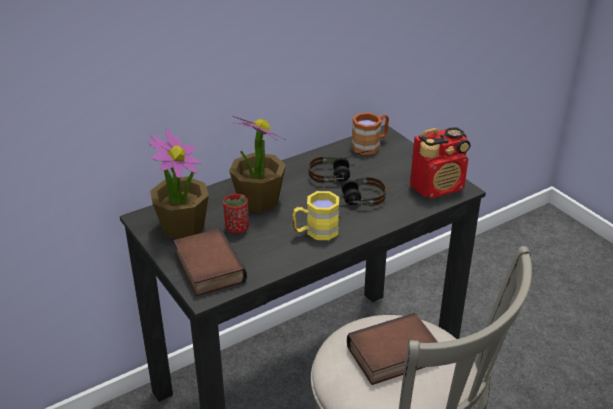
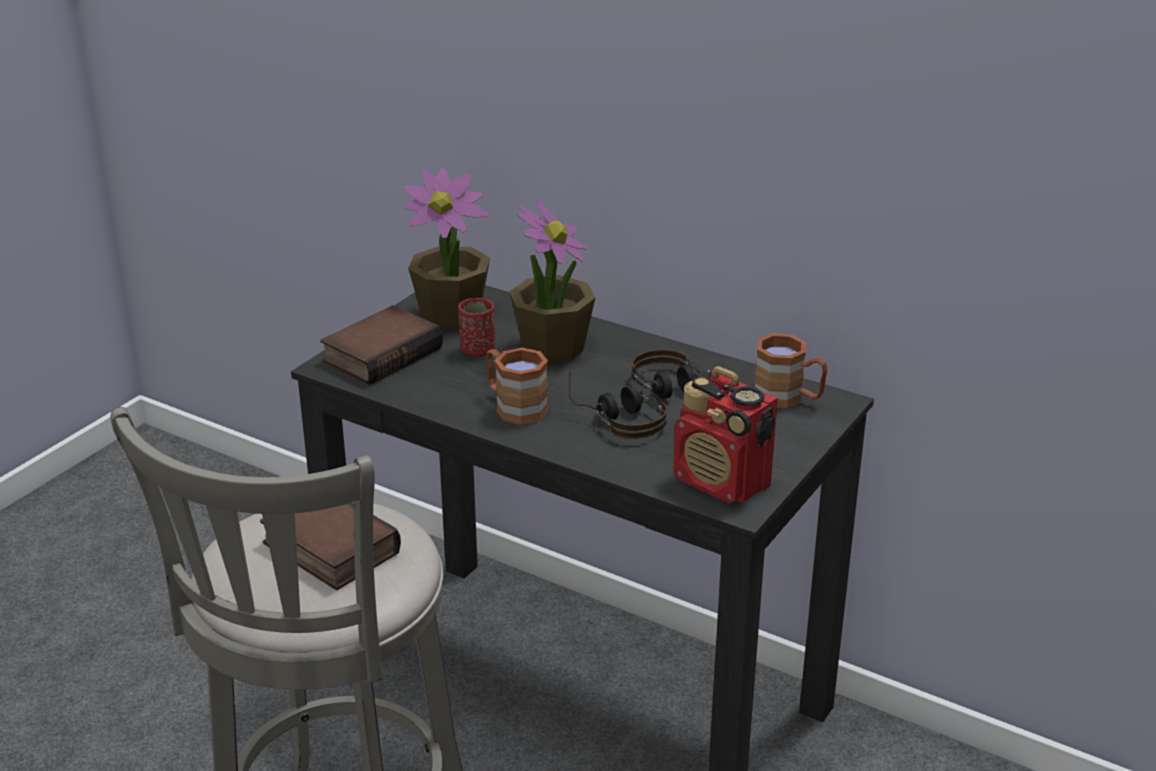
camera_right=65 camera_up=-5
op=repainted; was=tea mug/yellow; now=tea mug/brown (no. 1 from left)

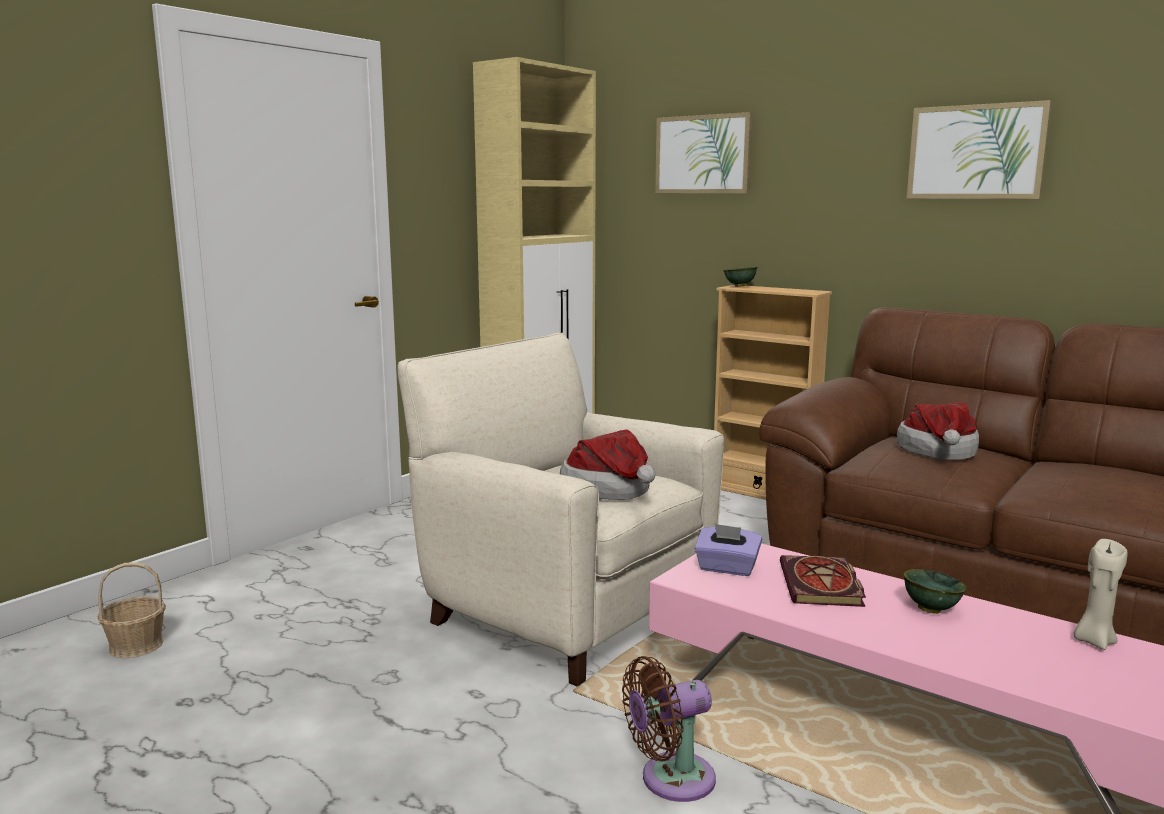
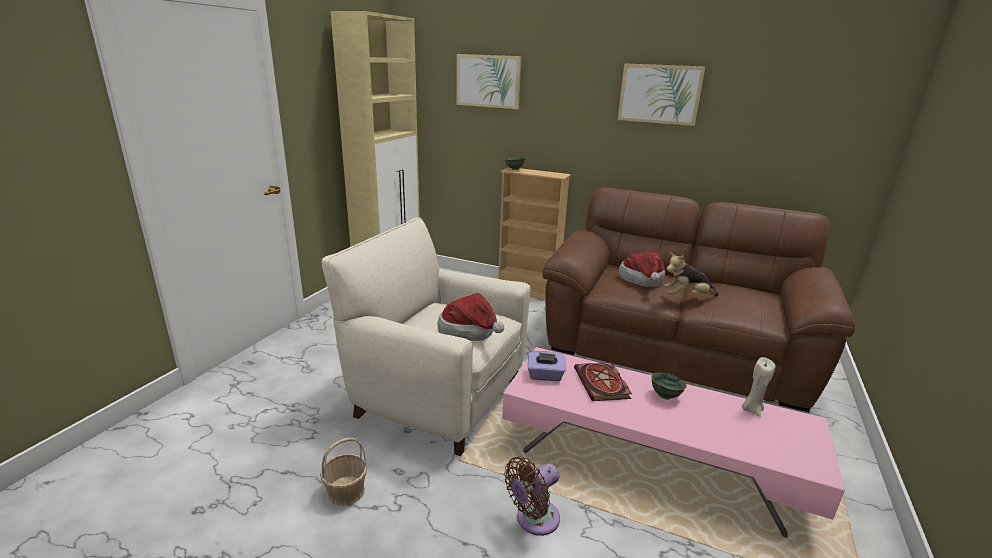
camera_right=-15 camera_up=10
op=new; now=cuddly toy
op=shifted; was=storage basket

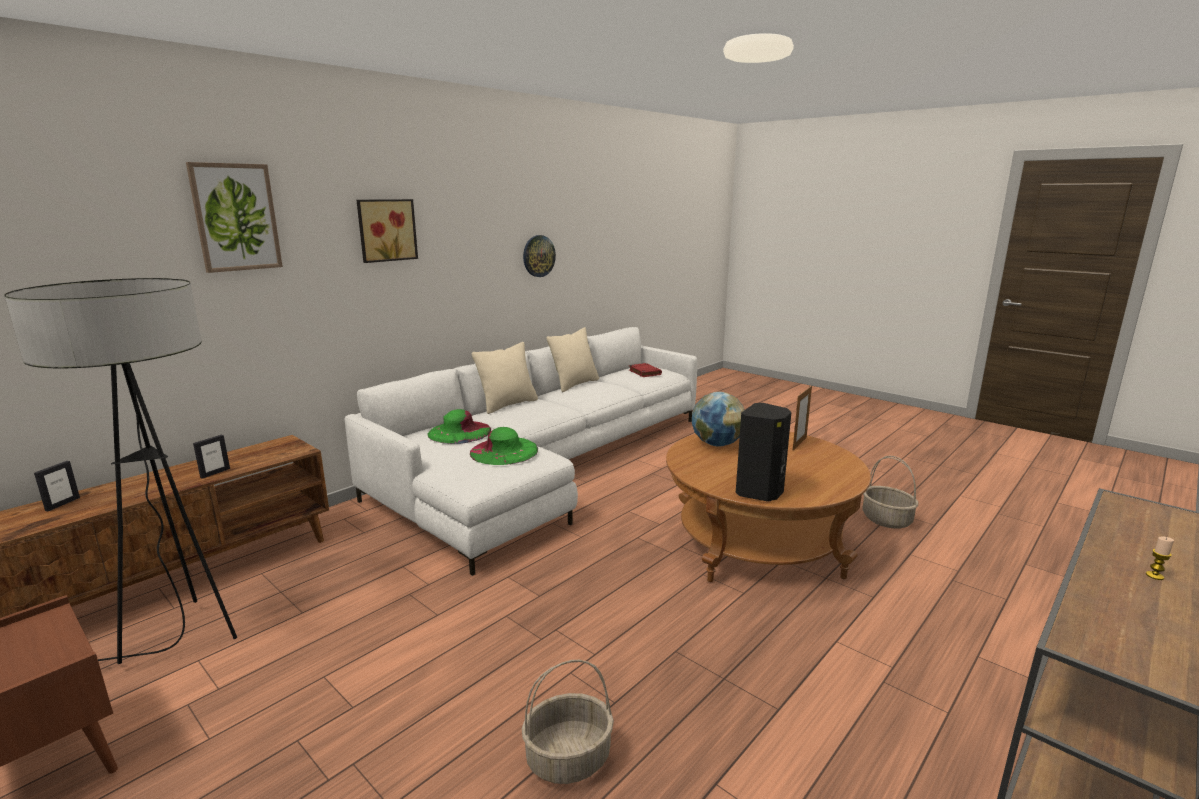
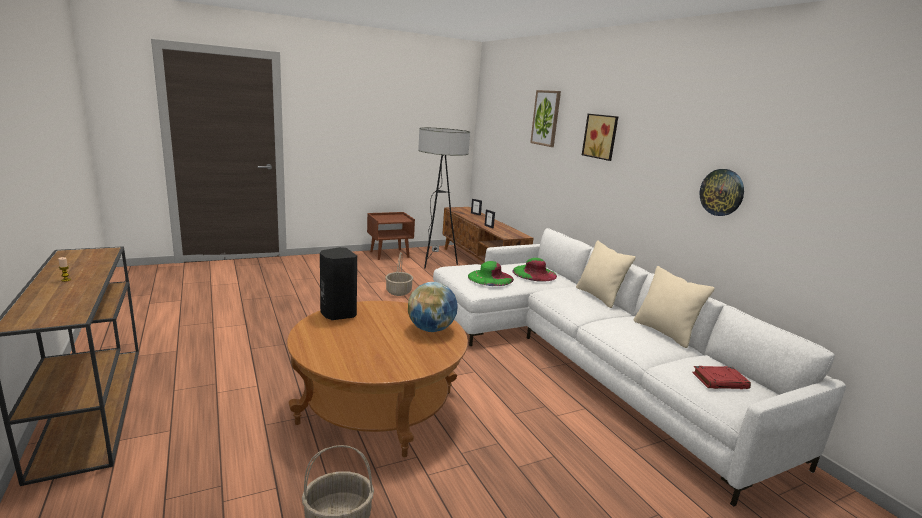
camera_right=110 camera_up=0
op=gone; was=standing frame (no. 3 from left)
op=shifted; was=storage basket (no. 1 from left in the first image); now=storage basket (no. 2 from left)

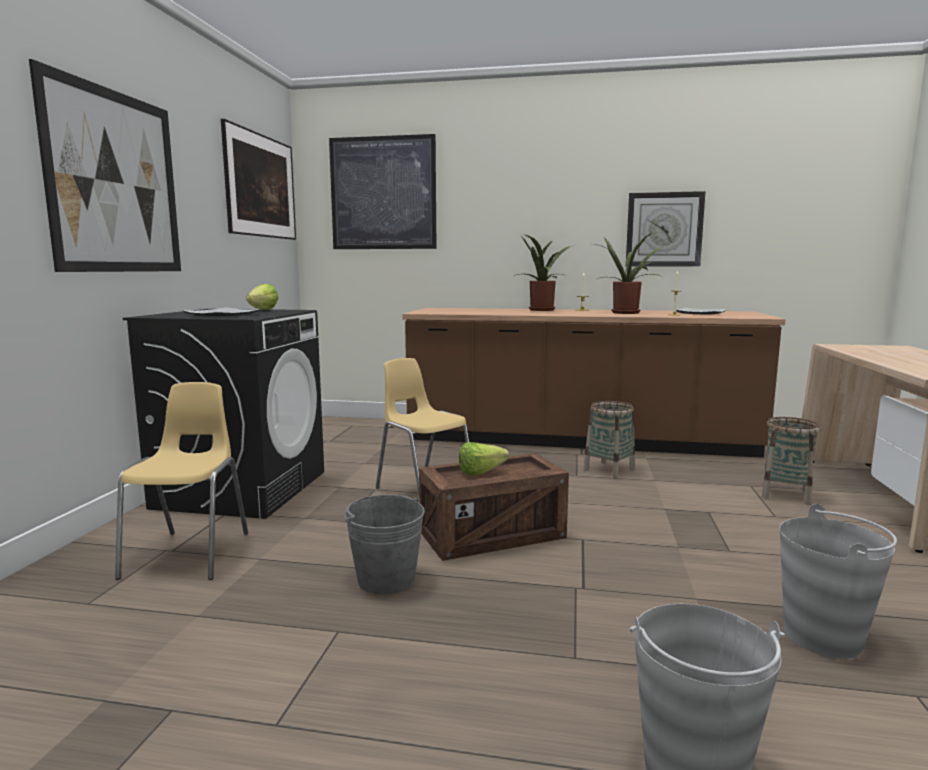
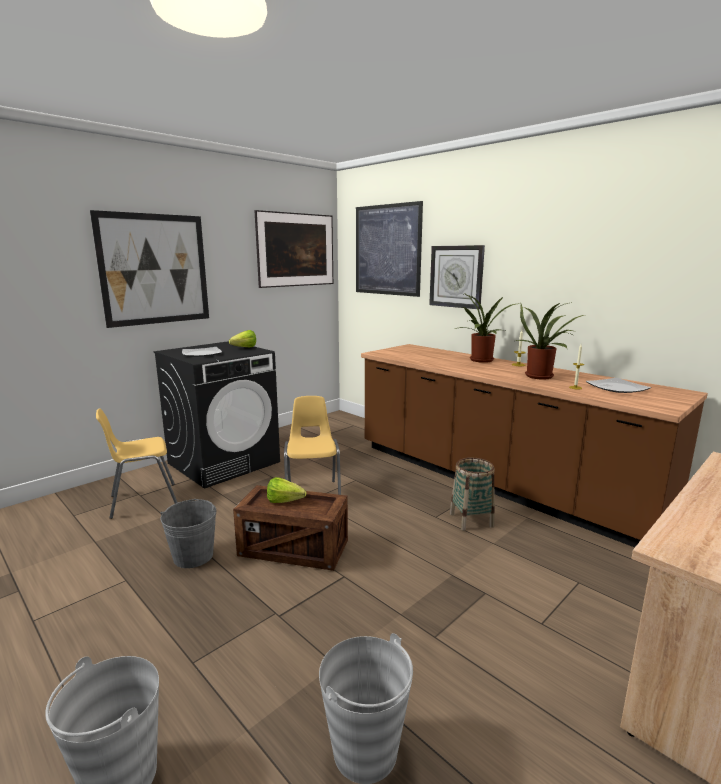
camera_right=35 camera_up=5
op=gone; was=storage basket (no. 2 from left)
op=shifted; was=clock on the wall
op=rotated; was=upright chair/yellow (no. 1 from left); clockwise=-150

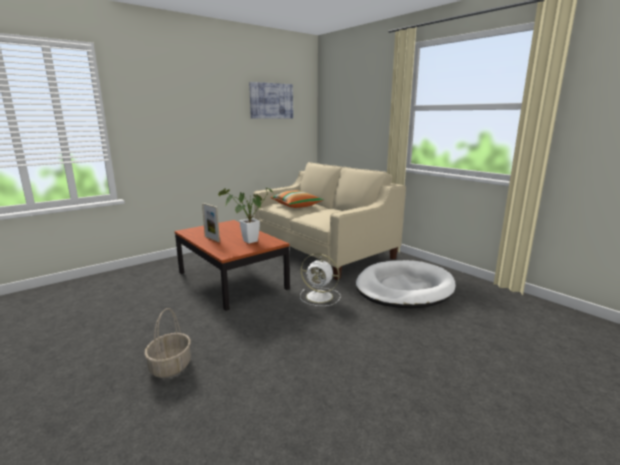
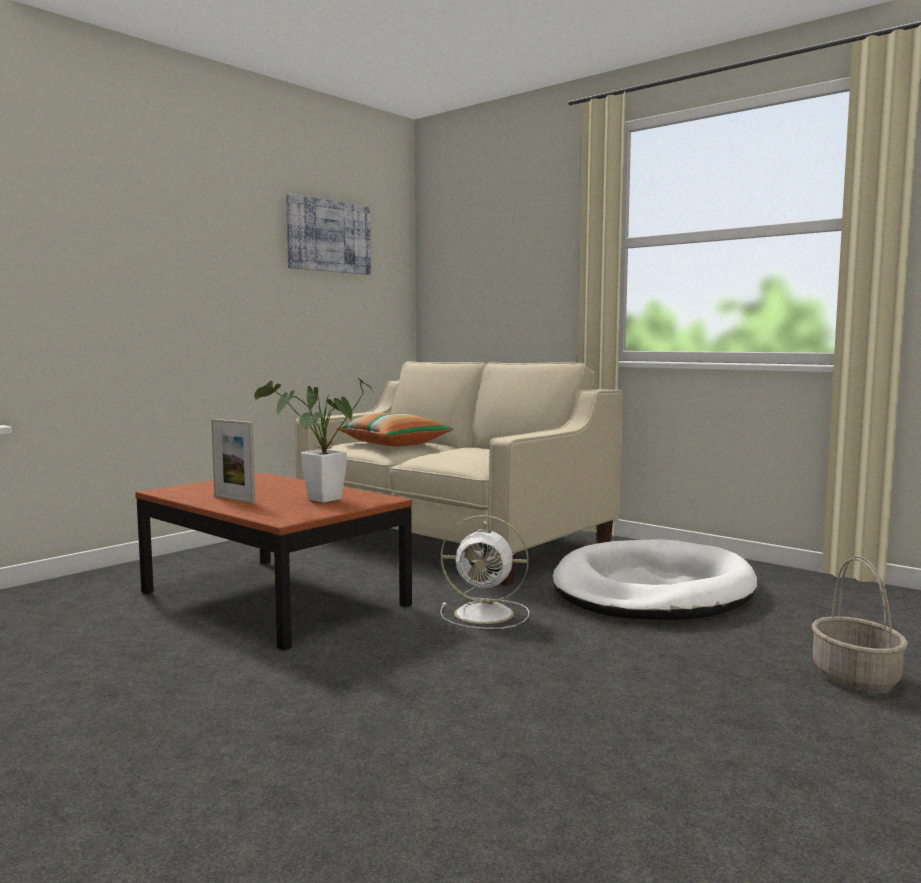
camera_right=-10 camera_up=-10
op=shifted; was=storage basket

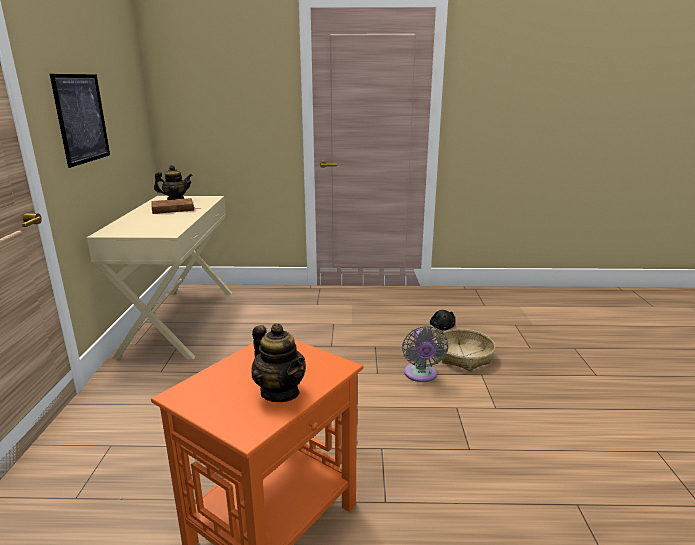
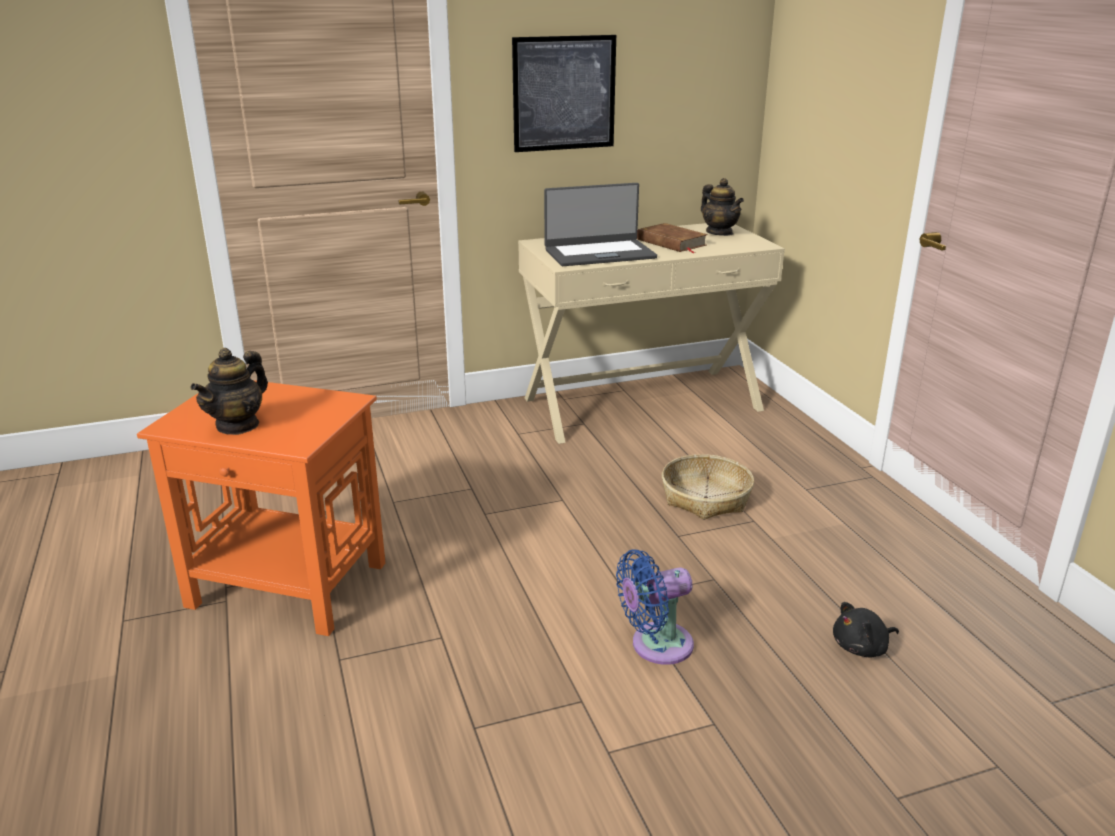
camera_right=70 camera_up=5
op=new; now=notebook computer
op=shifted; was=storage basket
op=repainted; was=electric fan/gray; now=electric fan/bluish

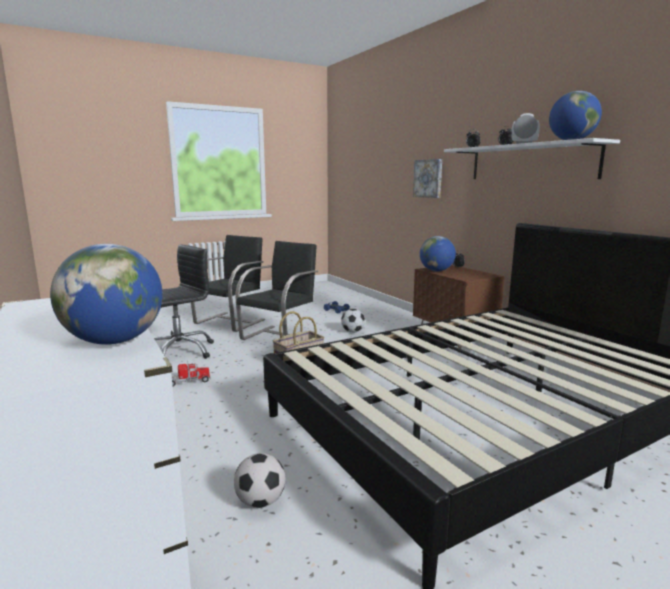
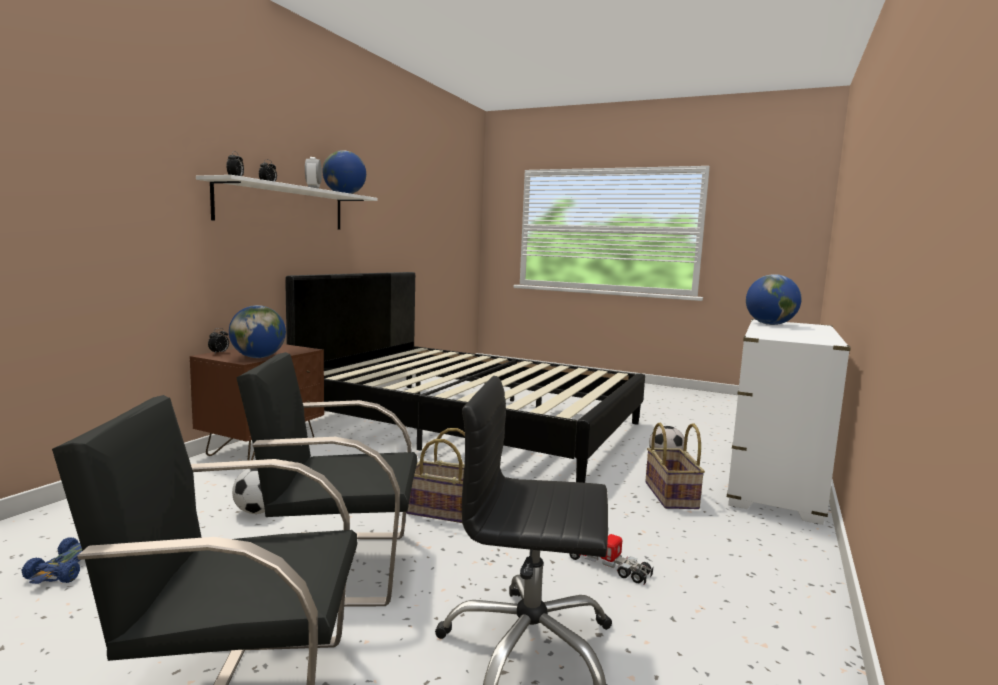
camera_right=-125 camera_up=-5
op=gone; was=picture
op=new; now=storage basket (no. 2 from left)

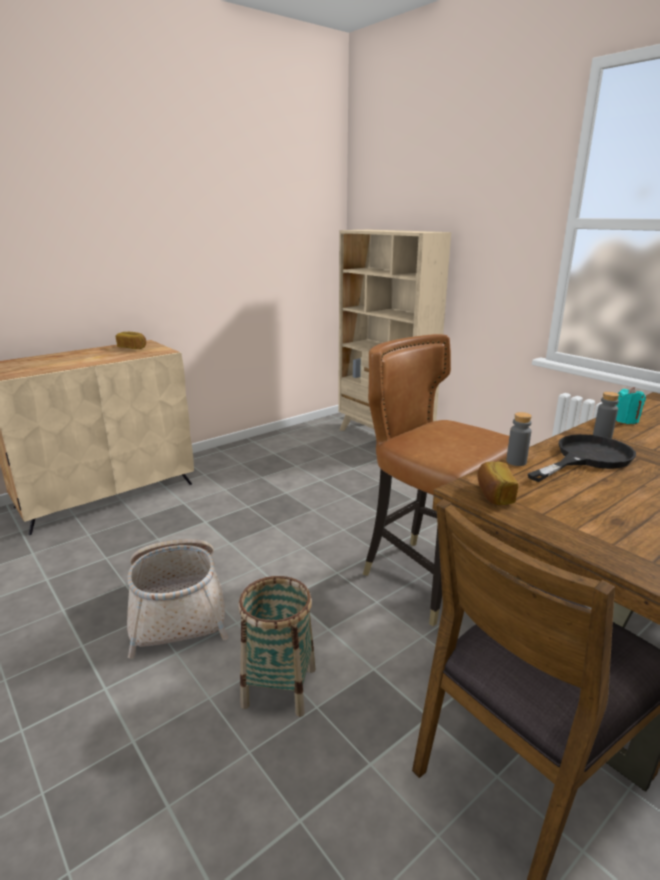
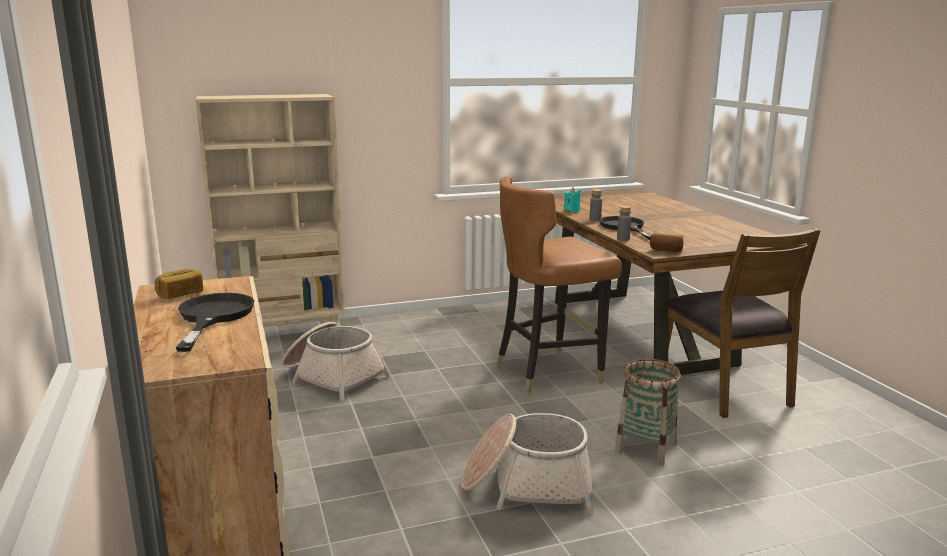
camera_right=-70 camera_up=-5
op=new; now=frying pan/black-coloured (no. 1 from left)
op=new; now=storage basket (no. 1 from left)

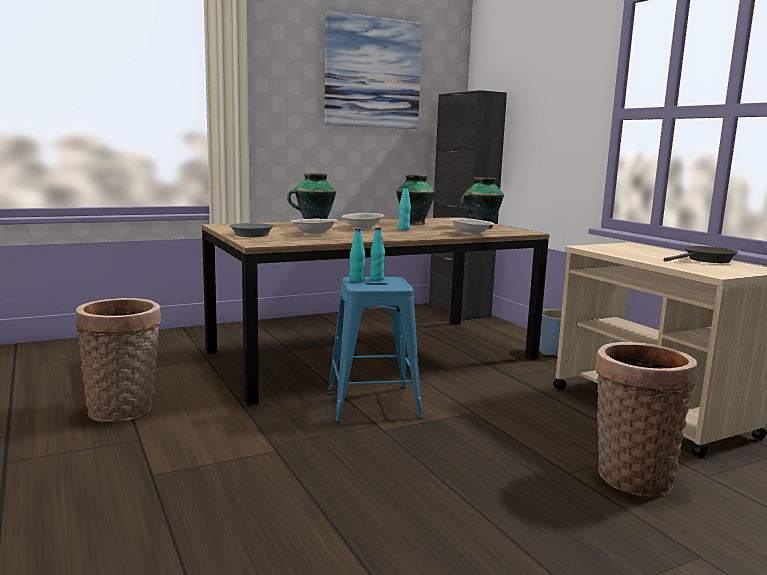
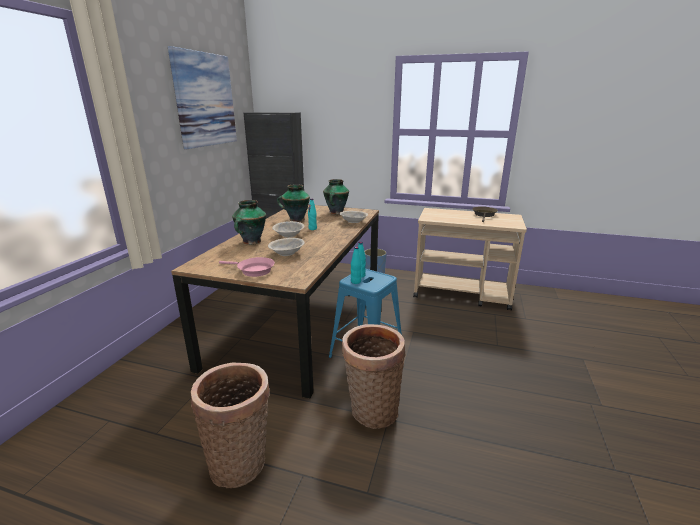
camera_right=-45 camera_up=10
op=shifted; was=storage basket (no. 2 from left)
op=repainted; was=frying pan/gray; now=frying pan/pink

